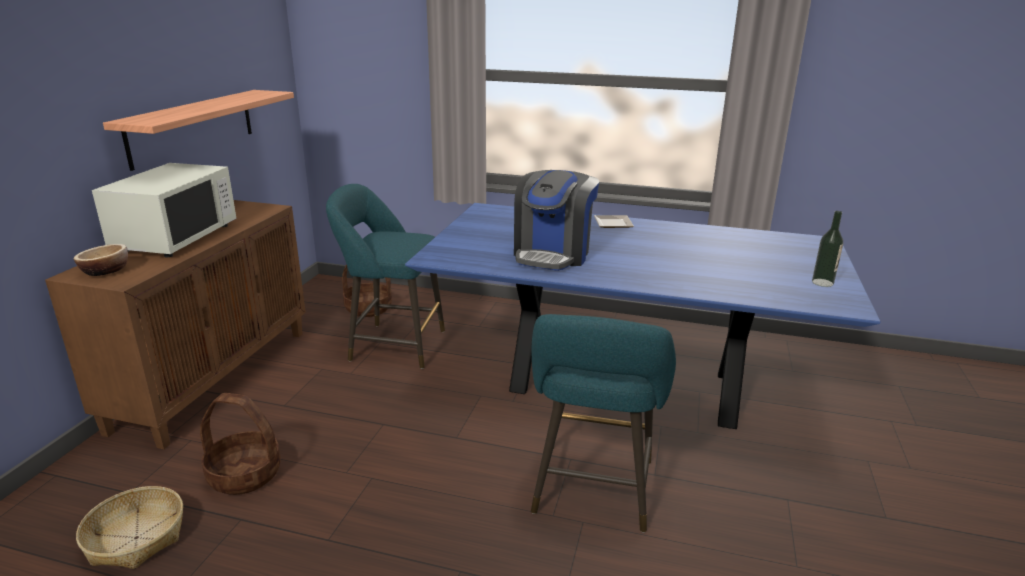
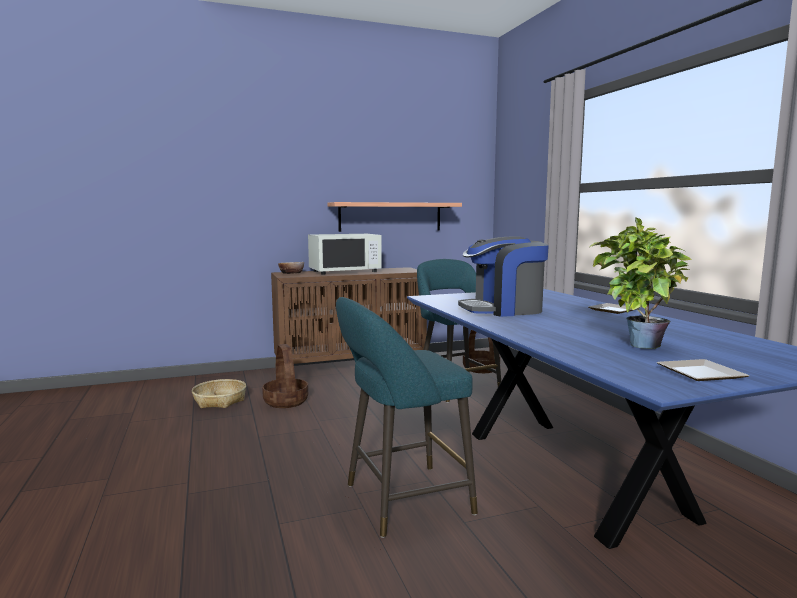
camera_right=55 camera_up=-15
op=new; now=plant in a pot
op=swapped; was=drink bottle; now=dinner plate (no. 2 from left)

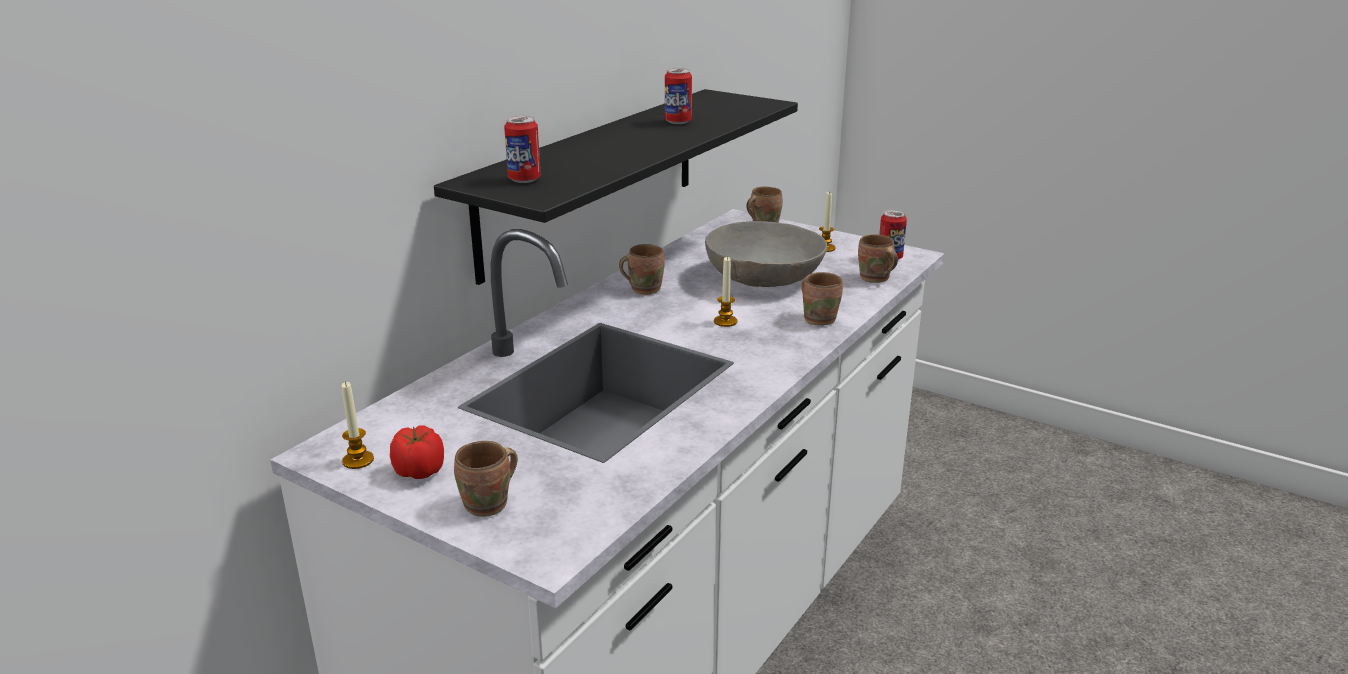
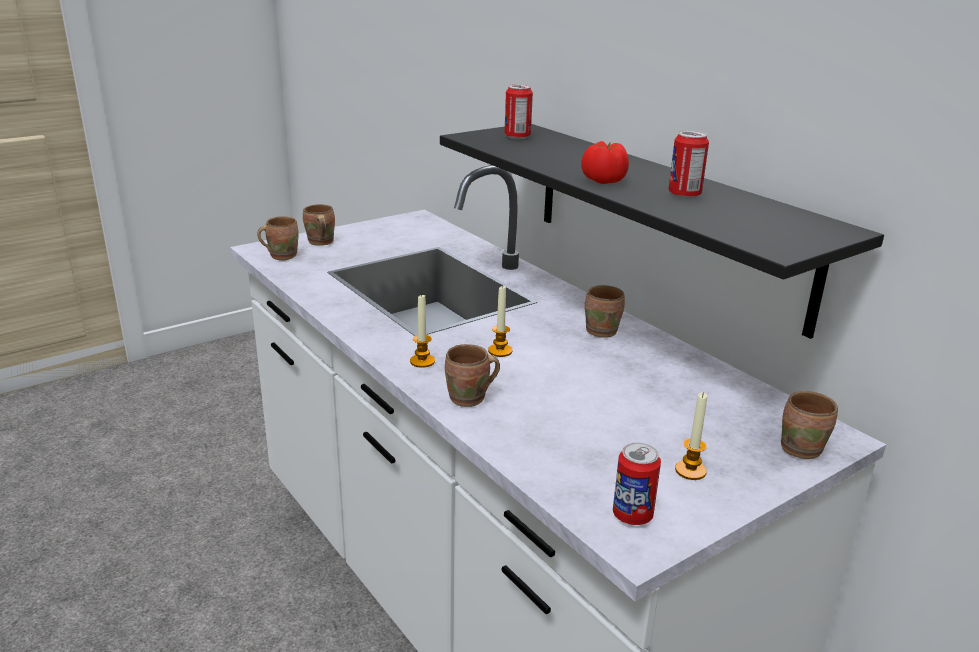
camera_right=110 camera_up=0
op=gone; was=serving bowl/gray
op=shifted; was=wax light (no. 1 from left)
op=shifted; was=tomato
op=shifted; was=tea mug/brown (no. 5 from left in the first image); now=tea mug/brown (no. 1 from left)

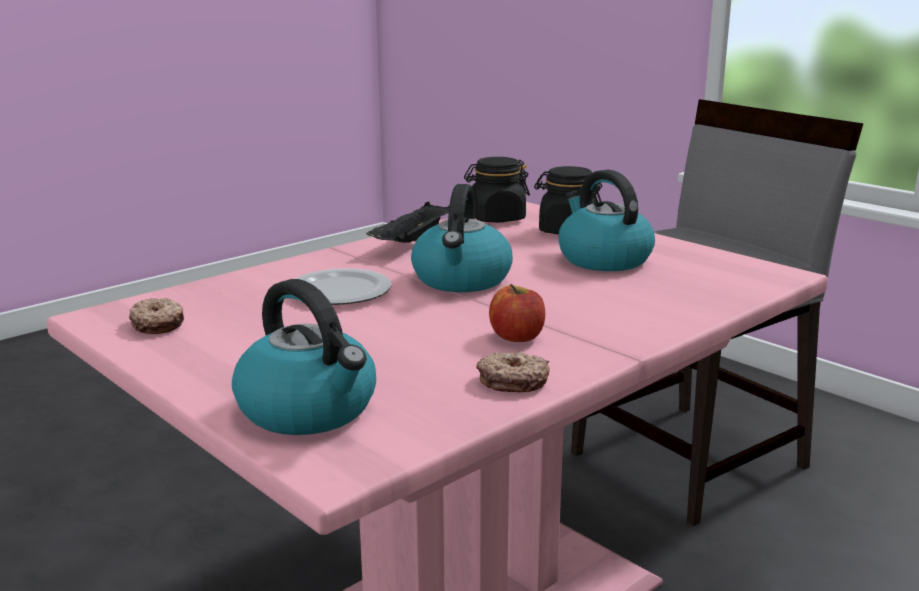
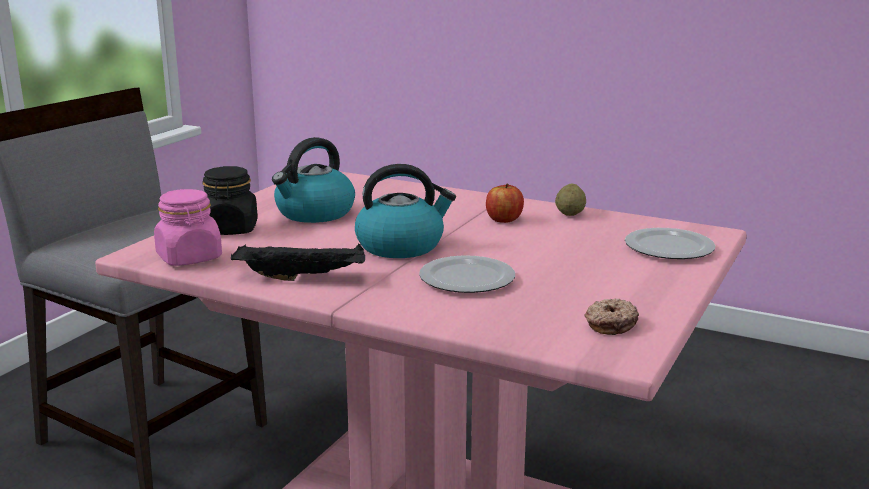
camera_right=-110 camera_up=0
op=swapped; was=kettle (no. 1 from left); now=dinner plate (no. 2 from left)
op=swapped; was=ring doughnut (no. 2 from left); now=spud
op=repainted; was=storage jar/black-coloured (no. 1 from left); now=storage jar/pink

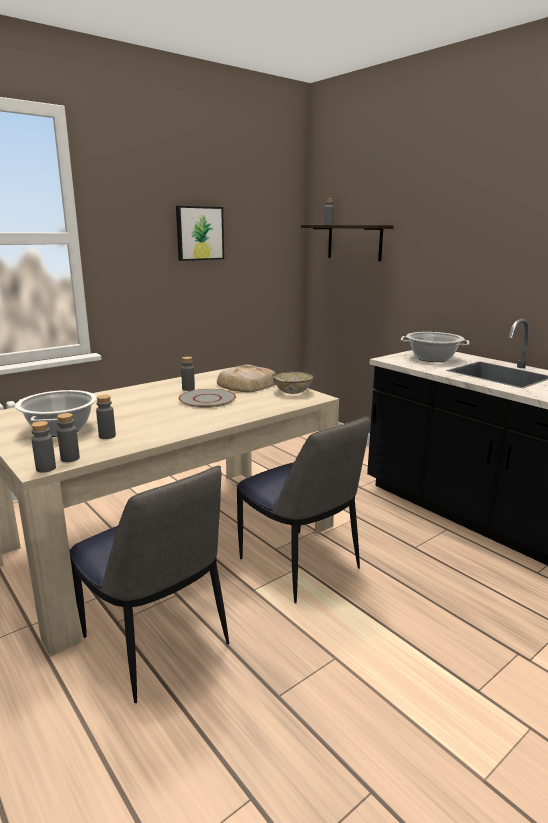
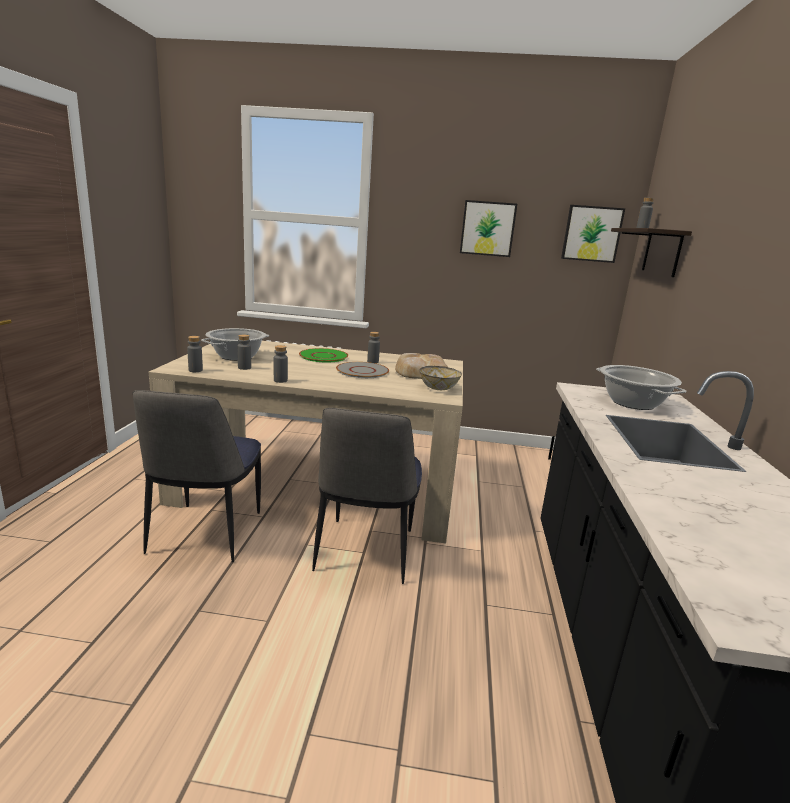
camera_right=45 camera_up=0
op=new; now=dinner plate/greenish
op=new; now=picture (no. 2 from left)
op=shifted; was=drink bottle/gray (no. 1 from left in the first image); now=drink bottle/gray (no. 3 from left)

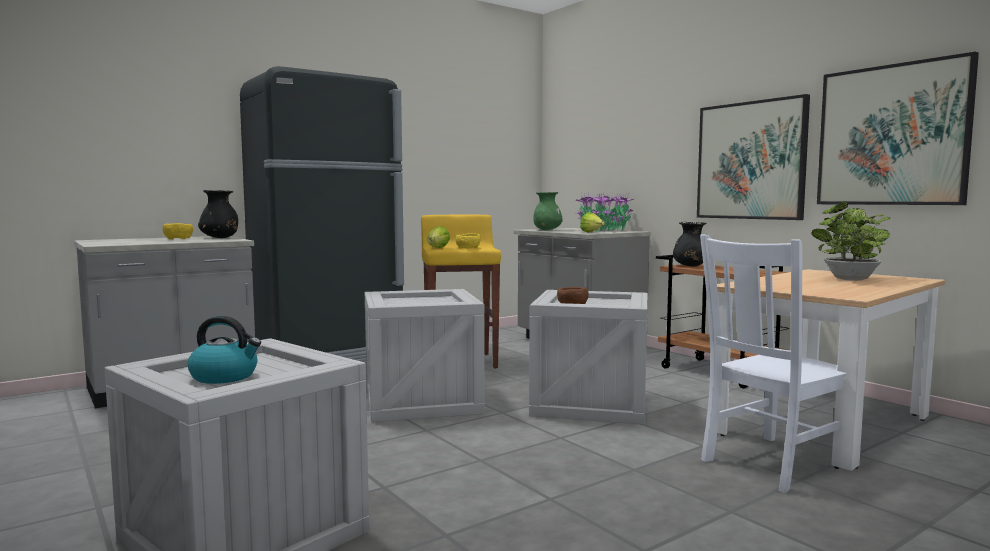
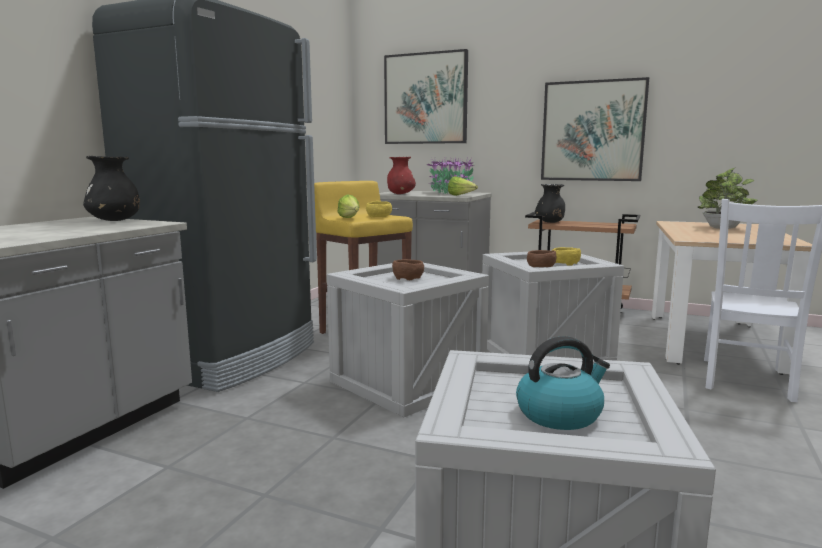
camera_right=-30 camera_up=5
op=new; now=serving bowl/brown (no. 1 from left)
op=shifted; was=serving bowl/yellow (no. 1 from left in the first image); now=serving bowl/yellow (no. 2 from left)
op=shifted; was=picture (no. 2 from left in the first image); now=picture (no. 1 from left)
op=repainted; was=vase/greenish; now=vase/reddish

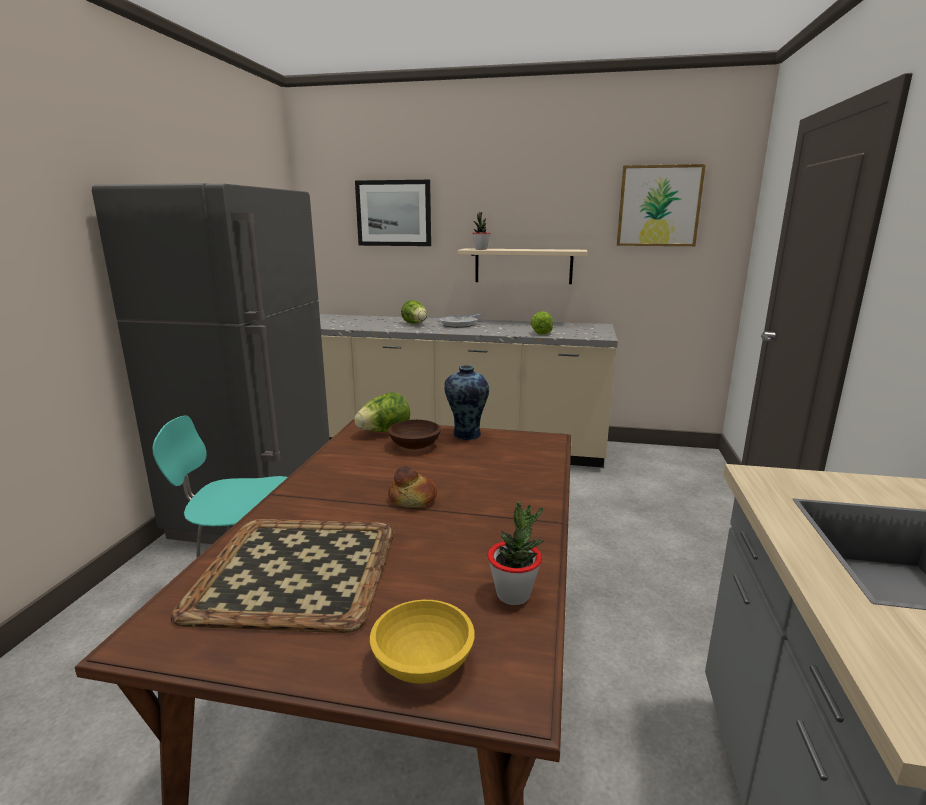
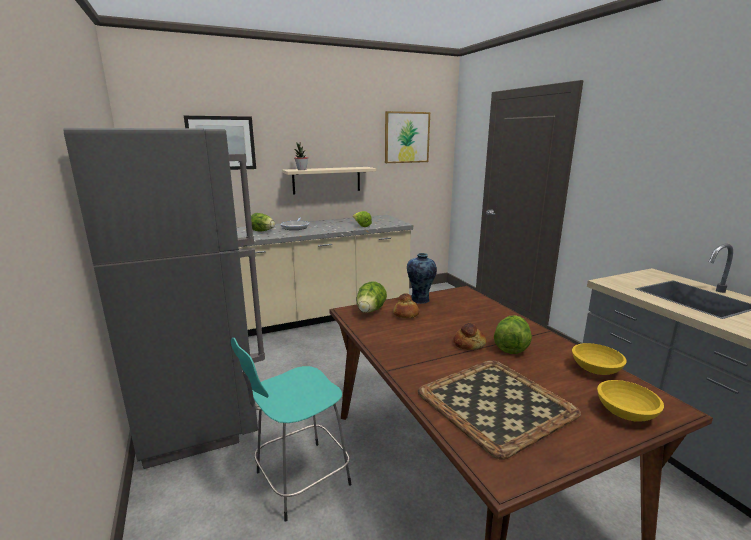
camera_right=-35 camera_up=0
op=new; now=head of lettuce (no. 4 from left)
op=swapped; was=serving bowl/brown; now=baked bread (no. 1 from left)
op=swapped; was=plant in a pot (no. 2 from left); now=serving bowl/yellow (no. 1 from left)

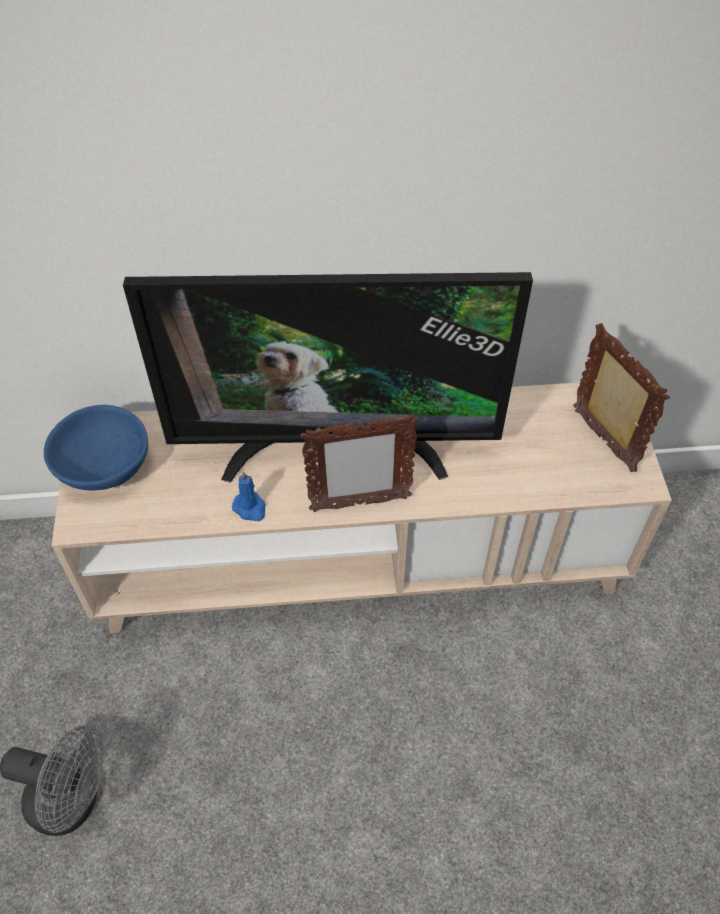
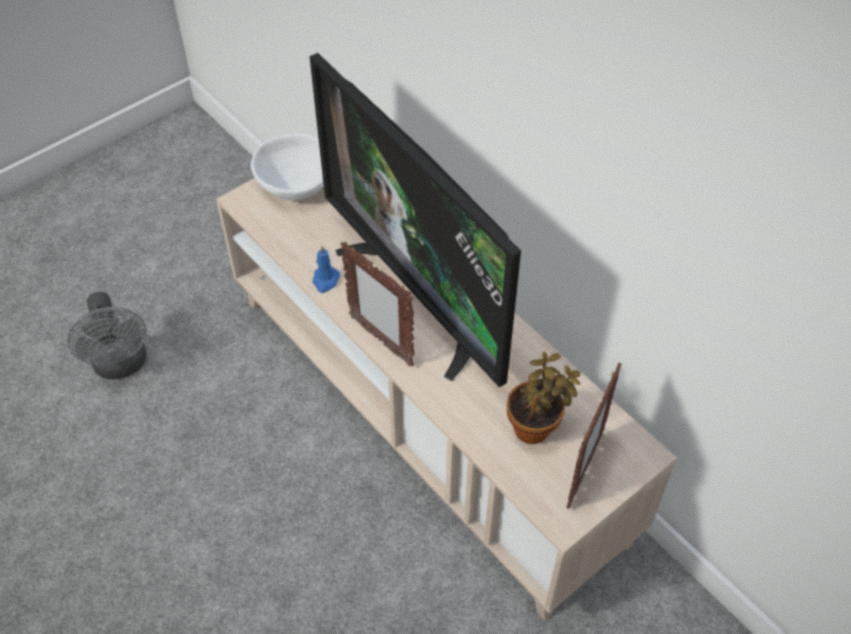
camera_right=55 camera_up=0
op=new; now=plant in a pot
op=repainted; was=serving bowl/bluish; now=serving bowl/whitish

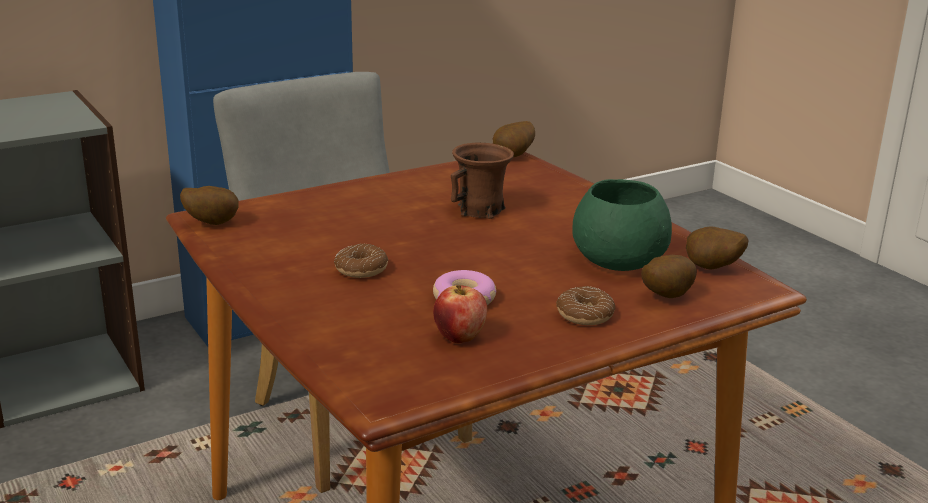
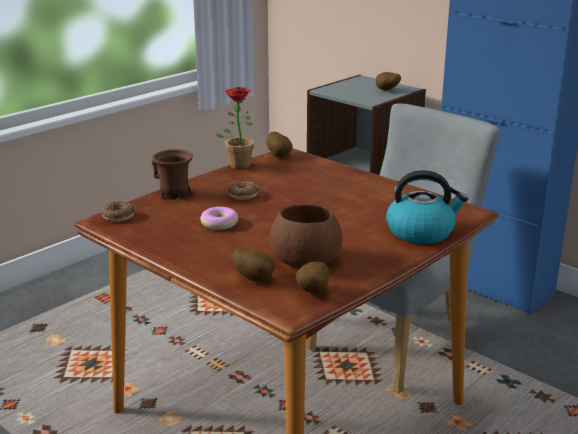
camera_right=75 camera_up=0
op=gone; was=whole apple
op=new; now=plant in a pot
op=new; now=kettle
op=shifted; was=tea mug/brown
op=shifted; was=spud (no. 2 from left in the first image); now=spud (no. 4 from left)
op=shifted; was=ring doughnut (no. 3 from left in the first image); now=ring doughnut (no. 1 from left)
op=repainted; was=serving bowl/greenish; now=serving bowl/brown

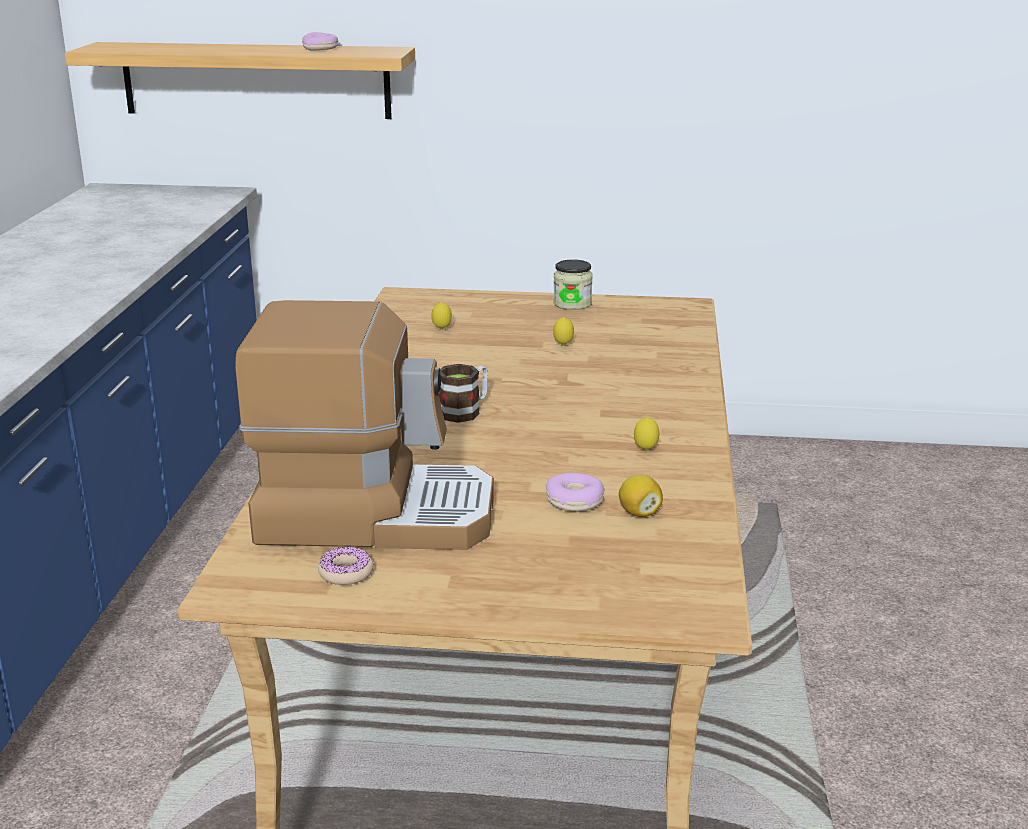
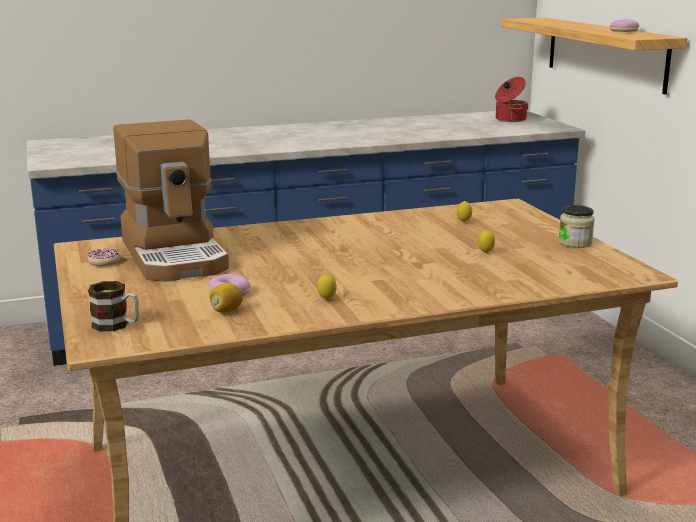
camera_right=65 camera_up=-5
op=new; now=stockpot
op=shifted; was=tea mug

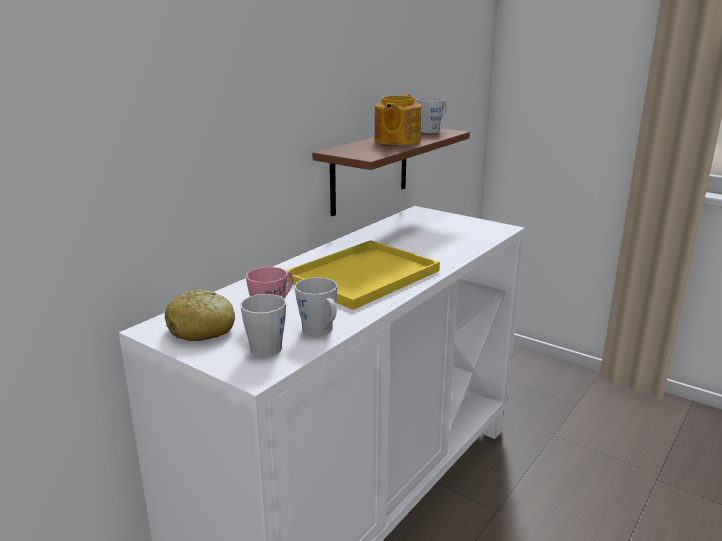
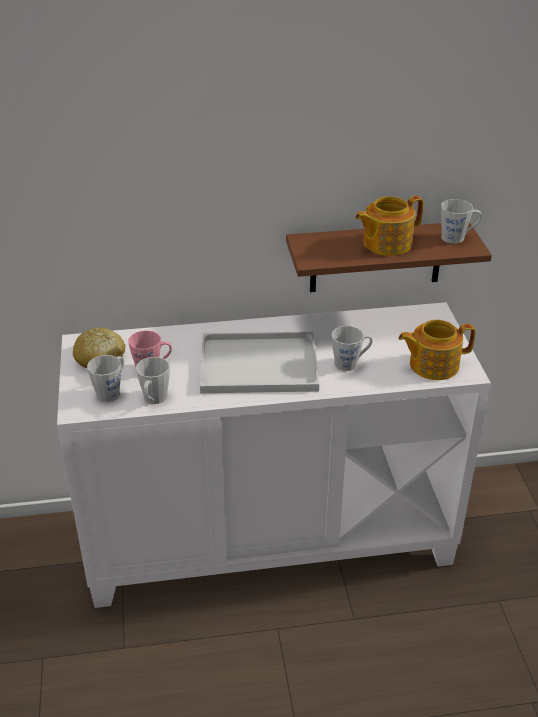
camera_right=45 camera_up=15
op=new; now=tea mug/gray (no. 3 from left)
op=new; now=pot for tea (no. 2 from left)
op=repainted; was=serving tray/yellow; now=serving tray/whitish

